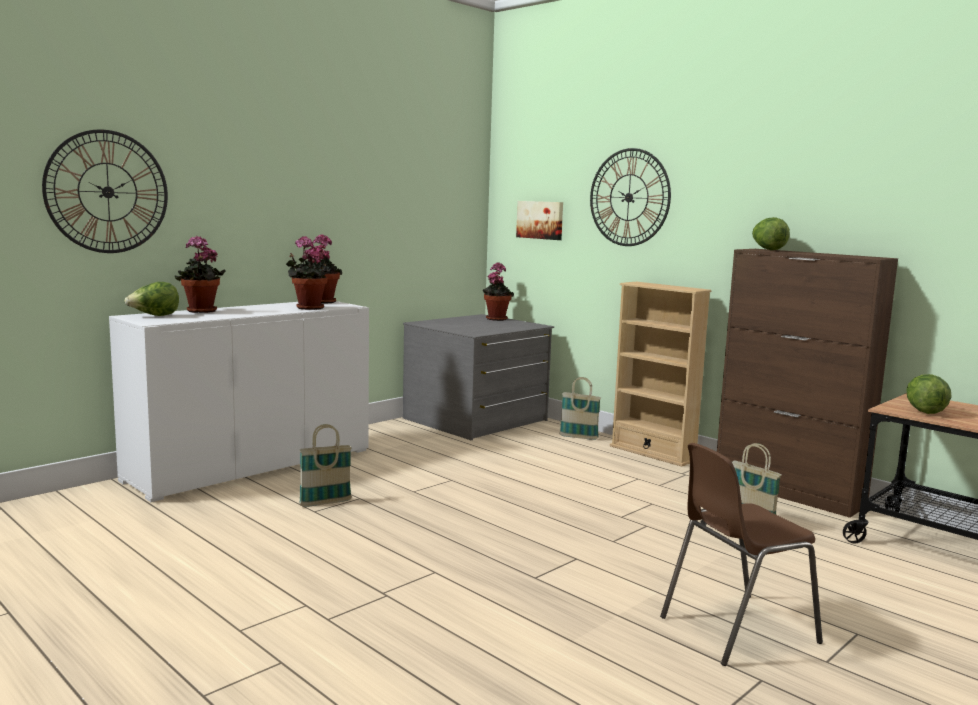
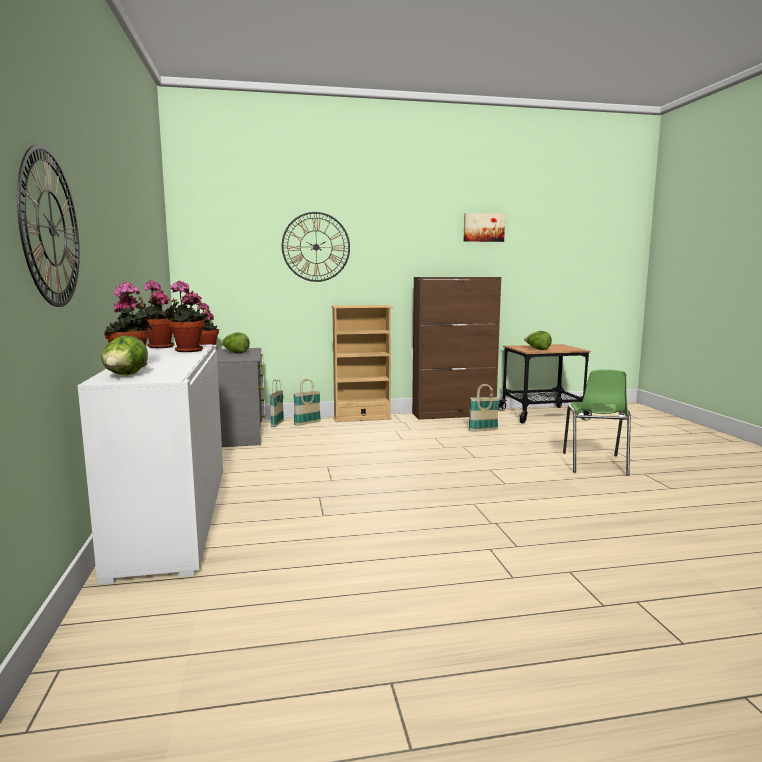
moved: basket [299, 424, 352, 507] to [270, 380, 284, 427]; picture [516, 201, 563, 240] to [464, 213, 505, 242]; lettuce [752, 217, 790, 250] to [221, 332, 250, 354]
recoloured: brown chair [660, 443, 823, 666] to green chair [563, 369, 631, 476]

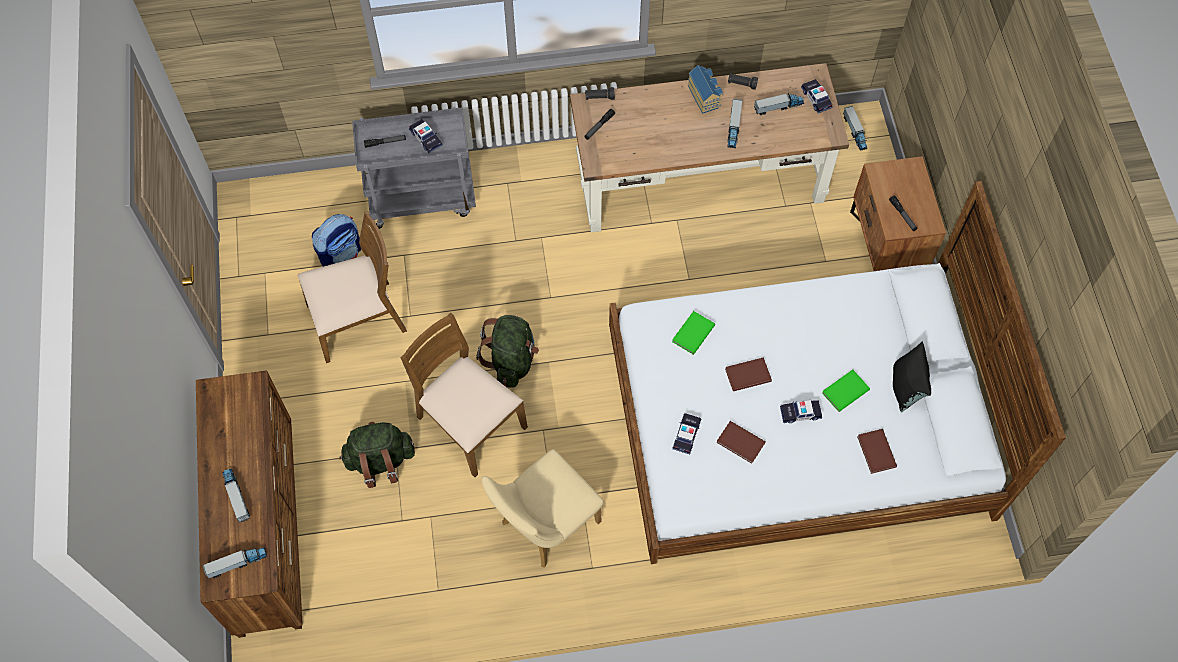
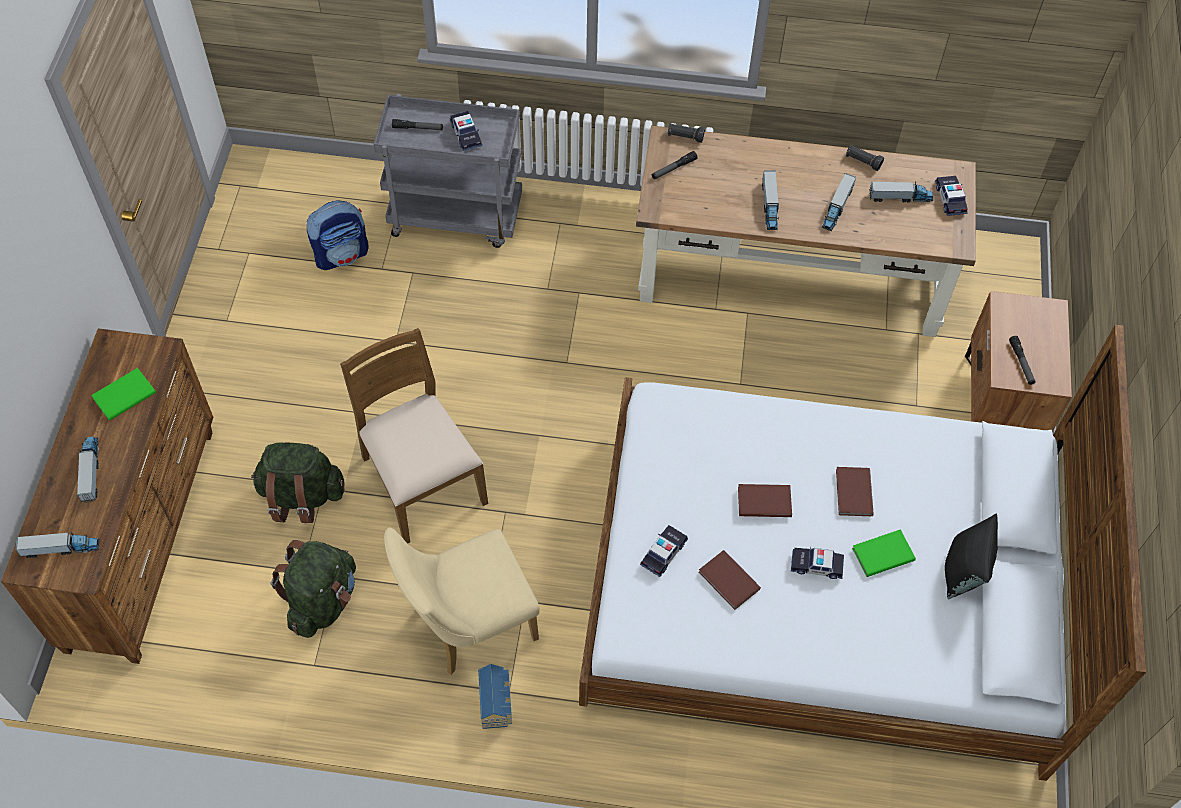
removed: brown chair [297, 211, 407, 363]
moved: green backpack [476, 315, 539, 388] to [271, 540, 356, 638]; green book [672, 311, 715, 355] to [91, 368, 156, 421]; toy house [688, 65, 723, 114] to [478, 664, 512, 729]; toy truck [843, 106, 867, 151] to [762, 171, 779, 230]; brown book [857, 429, 897, 474] to [836, 467, 874, 516]

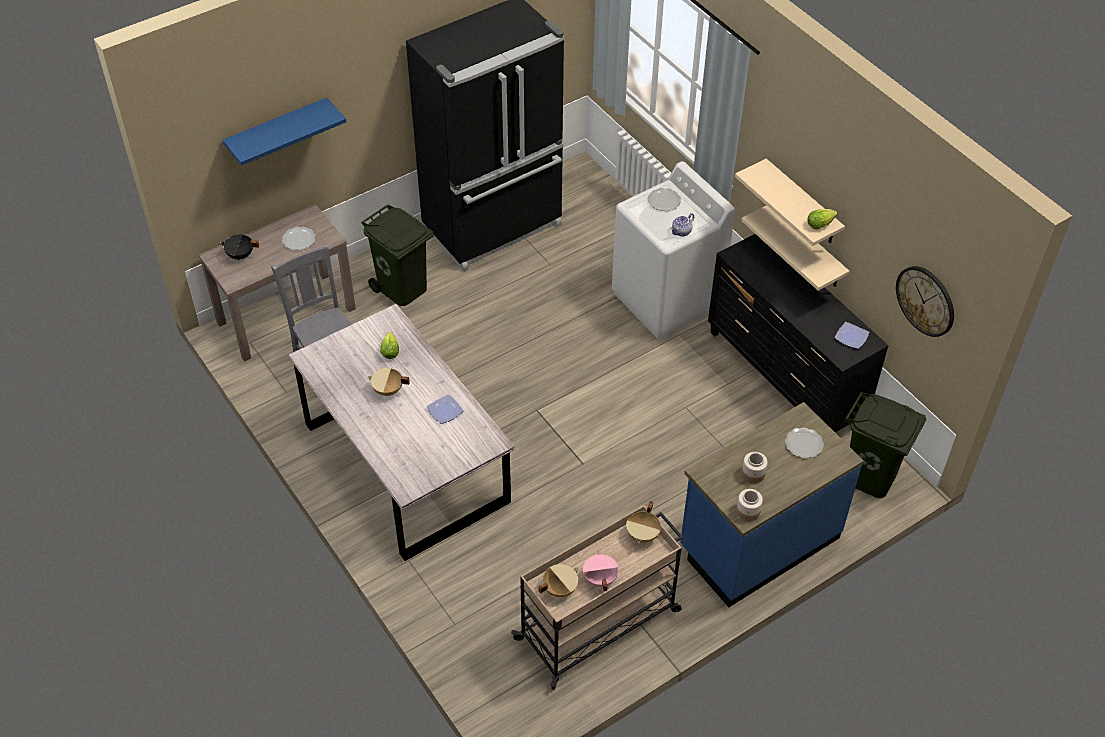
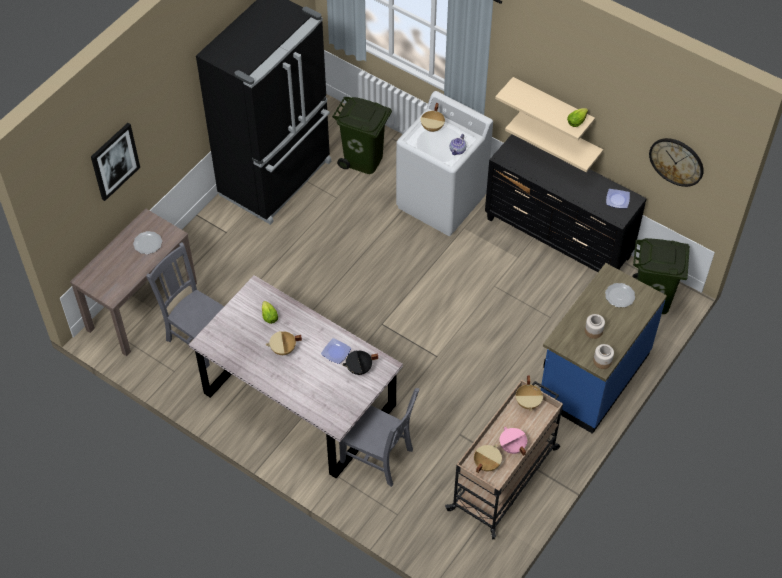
added: grey chair [339, 388, 419, 487]
moved: black cooking pot [220, 234, 259, 260] to [342, 351, 378, 375]; green trash can [361, 204, 434, 306] to [332, 97, 392, 174]
replaced: blue shelf [223, 98, 346, 166] to picture [91, 123, 140, 201]; plate [648, 188, 681, 211] to beige cooking pot [421, 103, 445, 132]

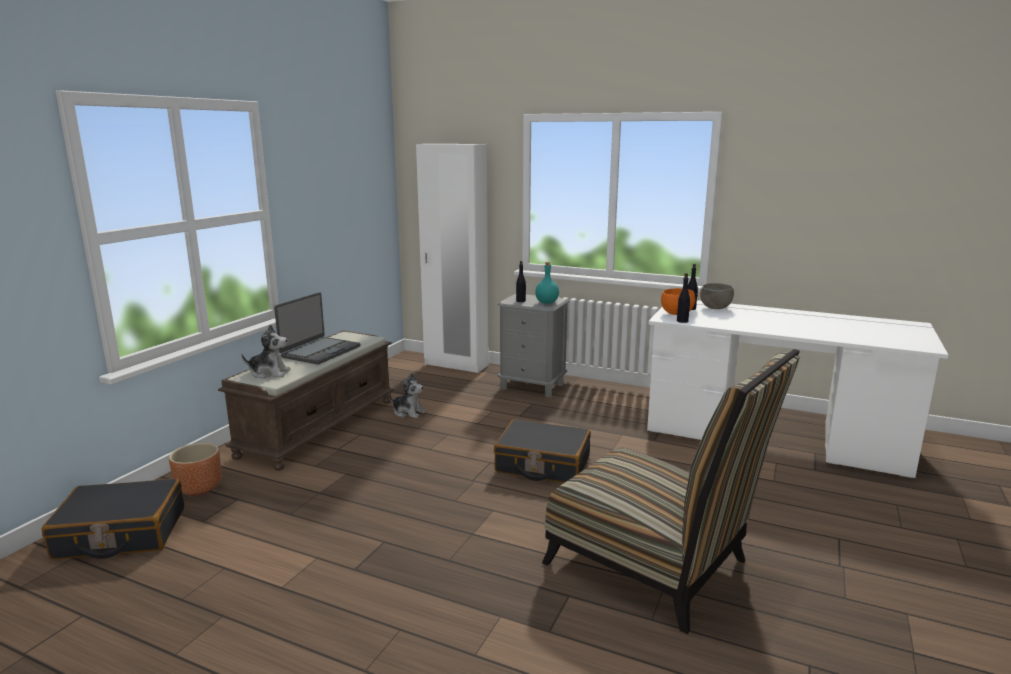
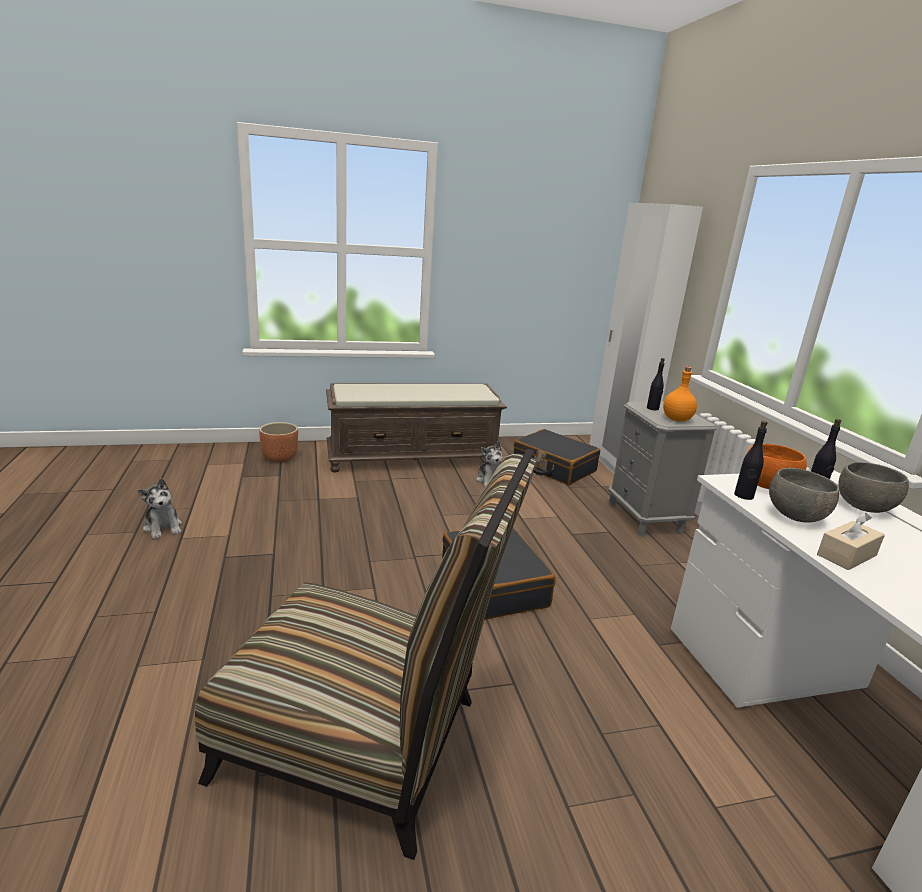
removed: laptop [274, 292, 361, 365]
added: grey bowl [769, 468, 839, 523]; beige tissue box [817, 513, 885, 570]
moved: black suitcase [42, 479, 184, 559] to [513, 429, 600, 485]; plush toy [242, 324, 291, 379] to [138, 478, 182, 539]
recoloured: turquoise bottle [535, 262, 559, 304] to orange bottle [663, 366, 697, 422]
turned: chair [542, 349, 800, 634] = [195, 449, 536, 860] 75 degrees counterclockwise

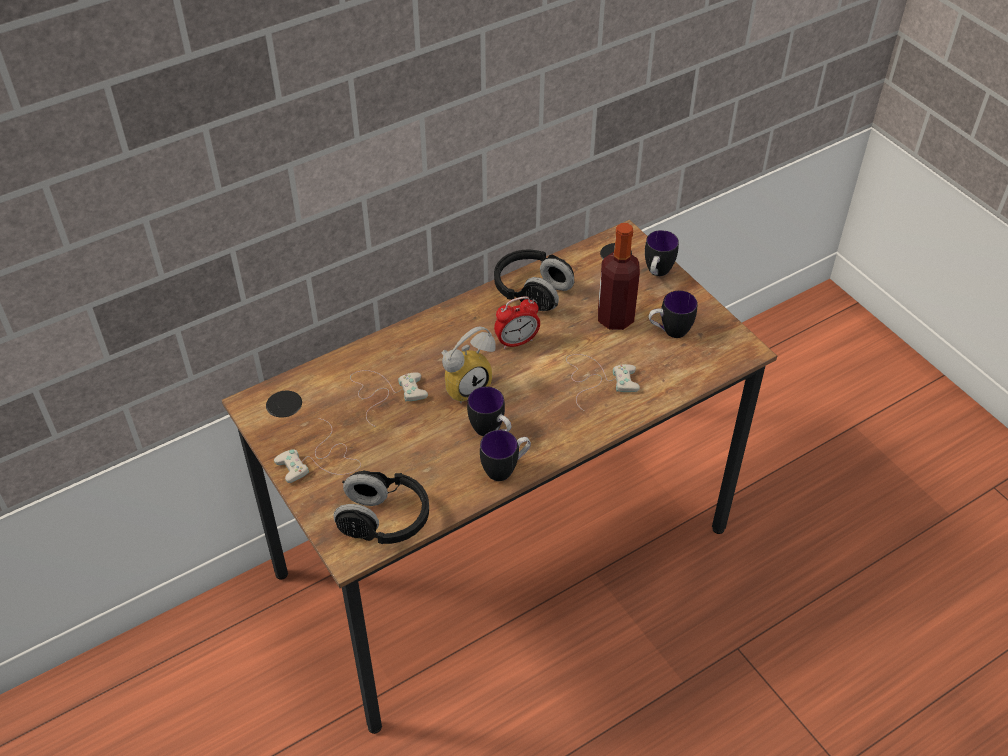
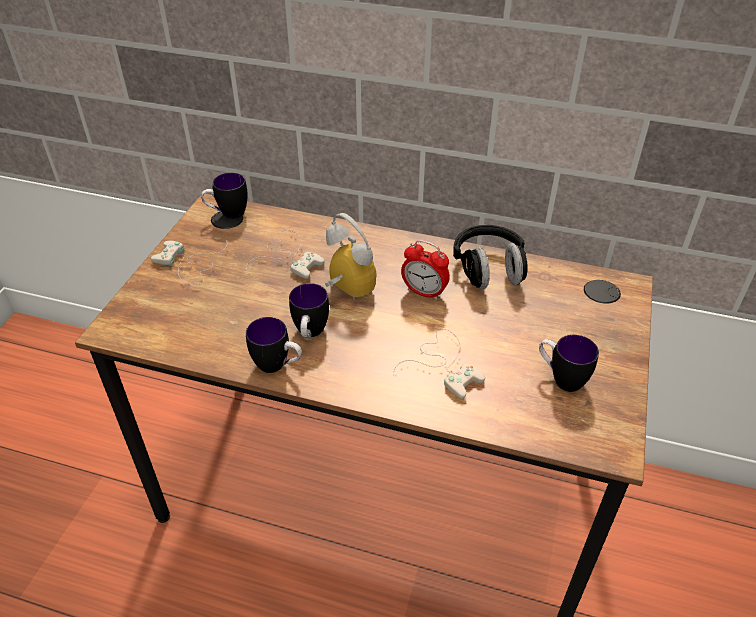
removed: black headphones [334, 470, 429, 544]; bottle [598, 223, 640, 330]
moved: mug [645, 230, 679, 276] to [201, 173, 247, 219]
turned: alarm clock [442, 326, 496, 403] = [325, 213, 376, 300] 150 degrees counterclockwise

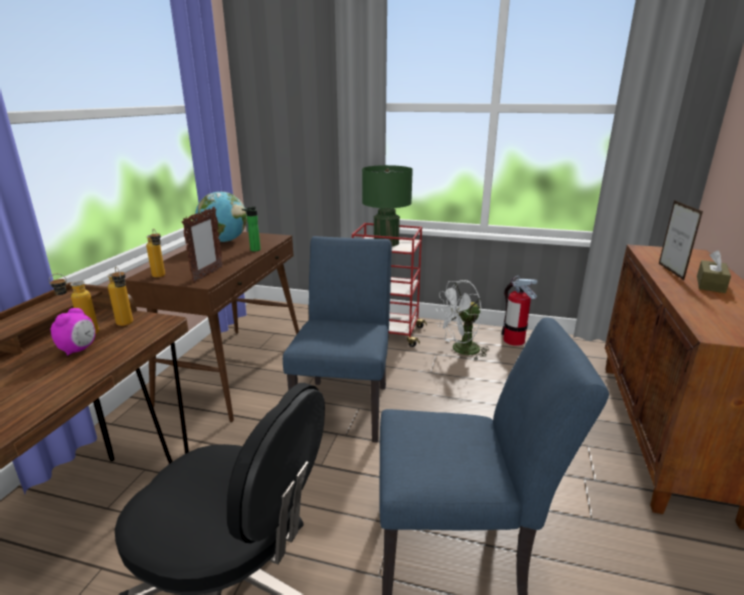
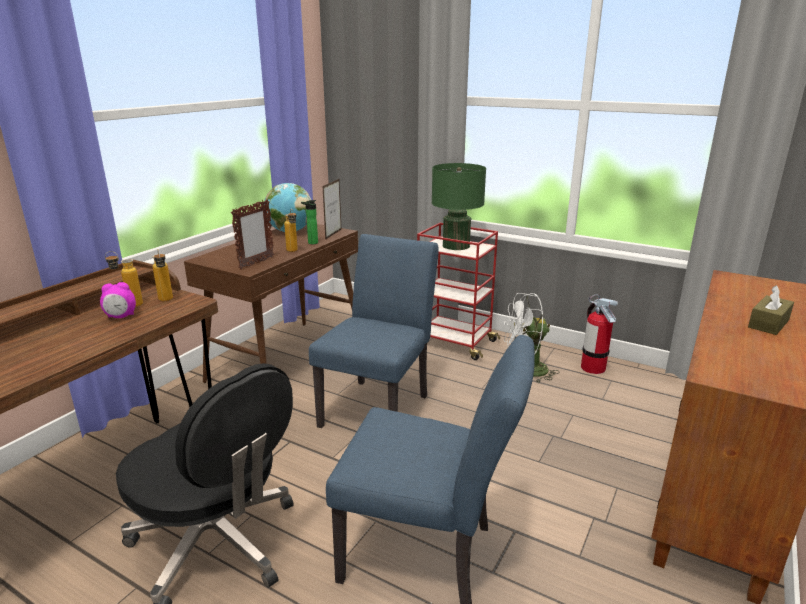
moved: bottle [146, 229, 165, 278] to [284, 210, 298, 252]; picture frame [658, 200, 703, 280] to [323, 179, 342, 240]
turned: alarm clock [51, 308, 95, 356] = [100, 282, 136, 318] 45 degrees clockwise

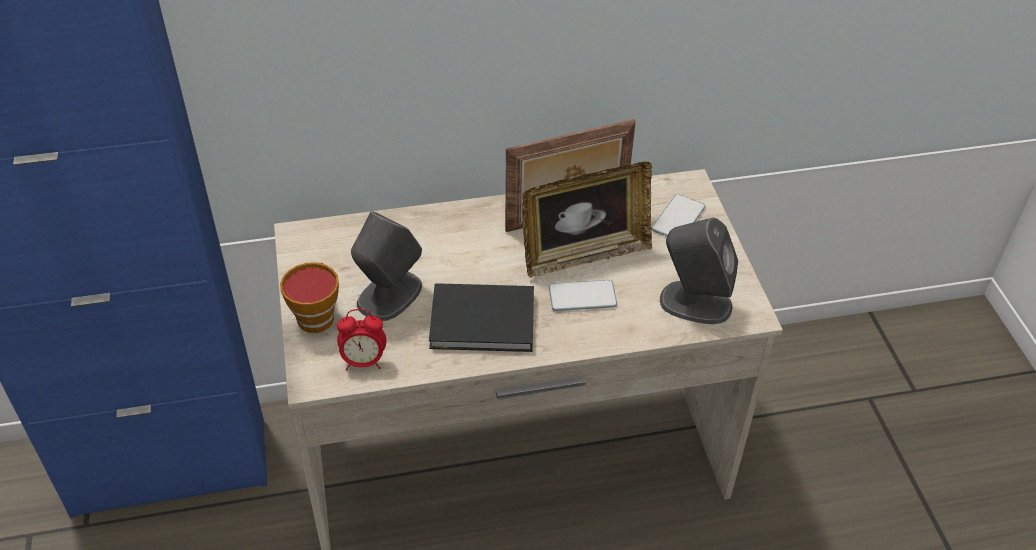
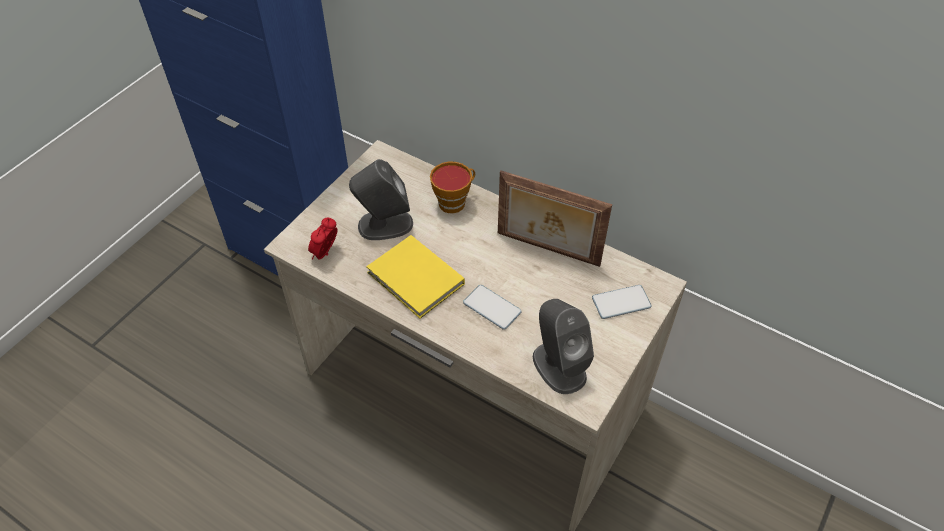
removed: picture frame [522, 162, 652, 278]
moved: cup [280, 262, 339, 333] to [430, 162, 475, 213]
recoloured: black book [429, 283, 534, 352] to yellow book [366, 235, 465, 319]
turned: alarm clock [337, 309, 386, 370] = [308, 217, 337, 260] 75 degrees clockwise

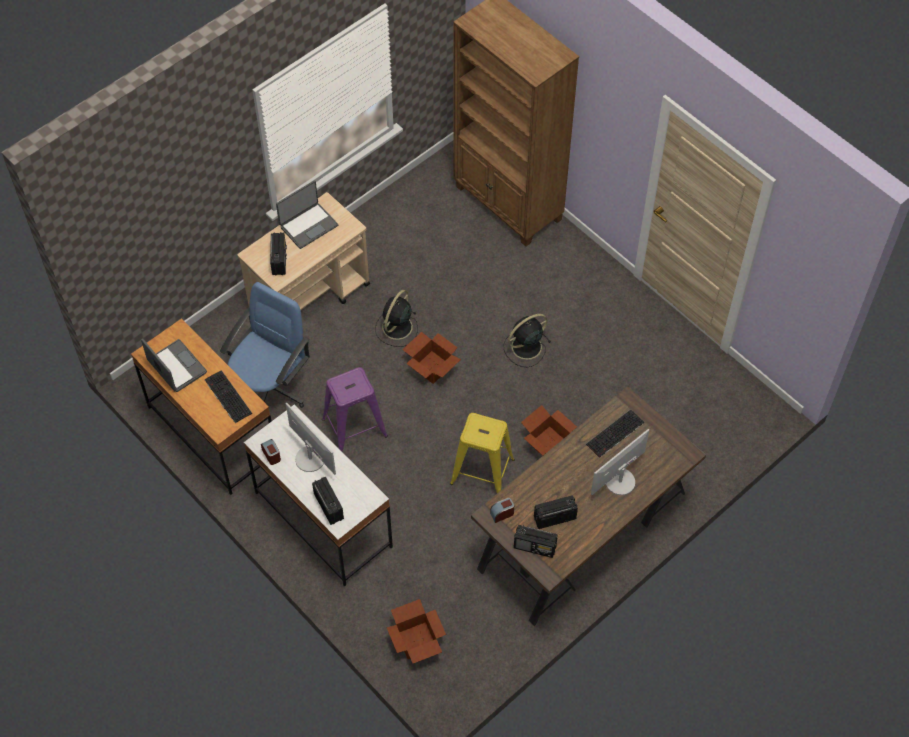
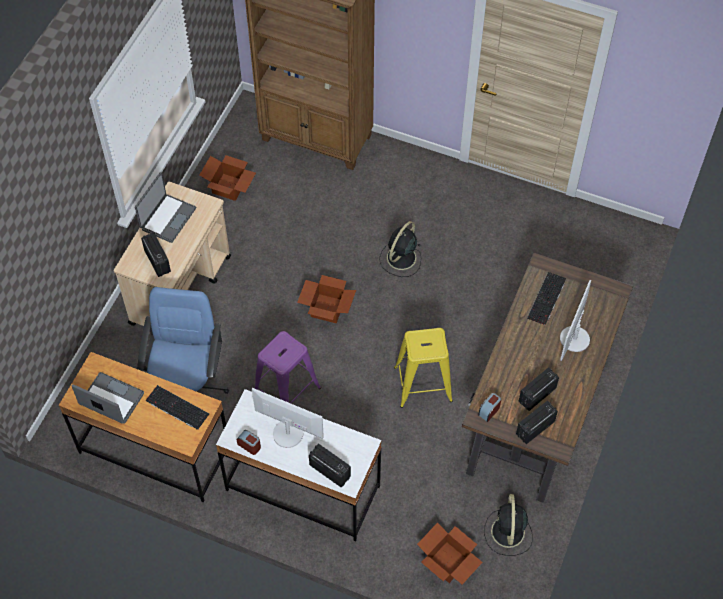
moved: black fan [375, 290, 418, 347] to [484, 494, 533, 556]; cardboard box [521, 405, 577, 456] to [199, 155, 256, 201]
turned: radio [514, 525, 558, 558] = [516, 401, 558, 444] 150 degrees clockwise

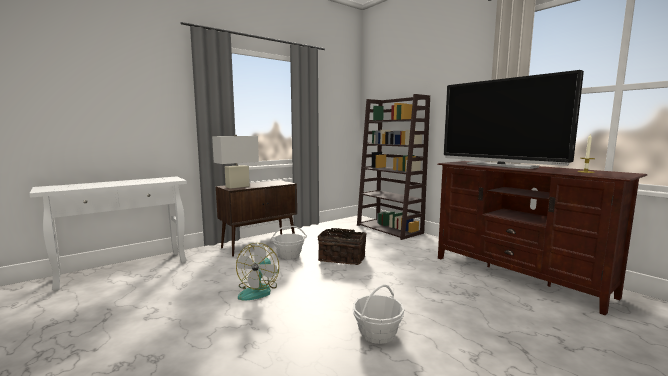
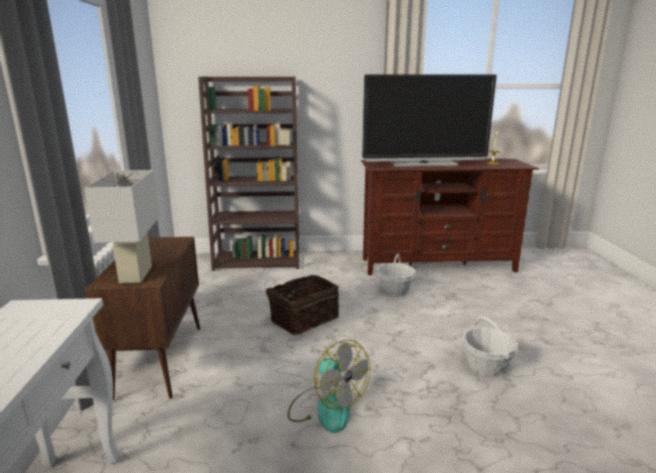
moved: basket [271, 226, 307, 259] to [376, 254, 416, 296]

